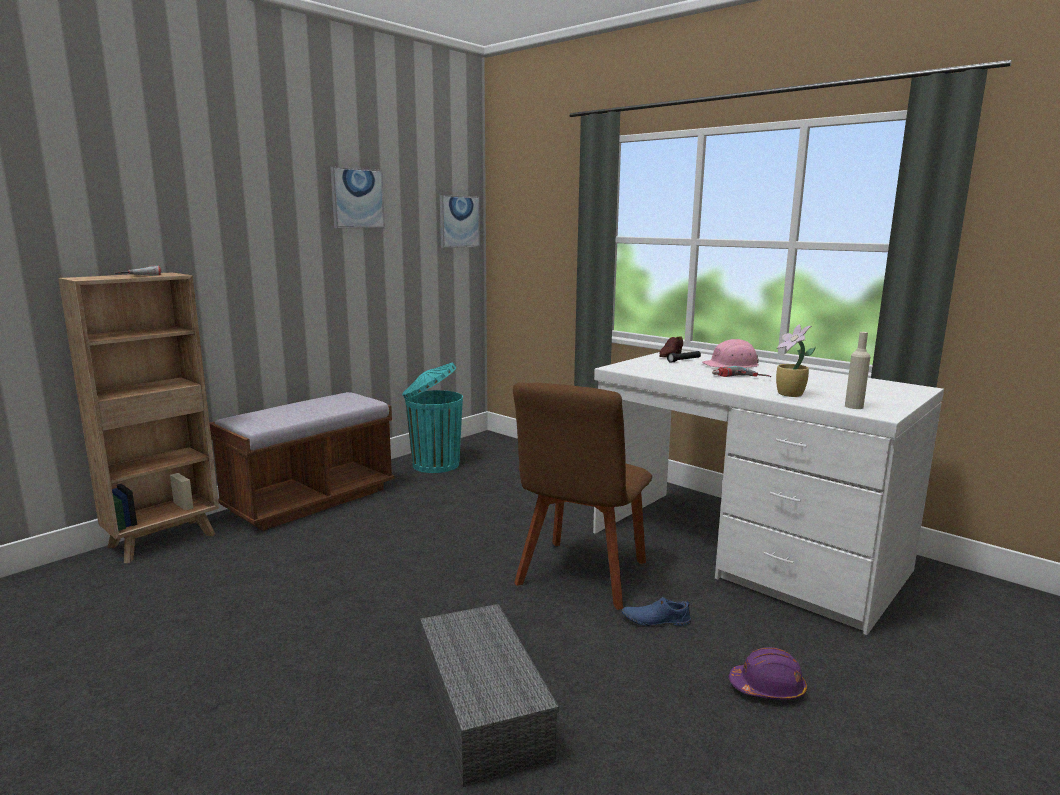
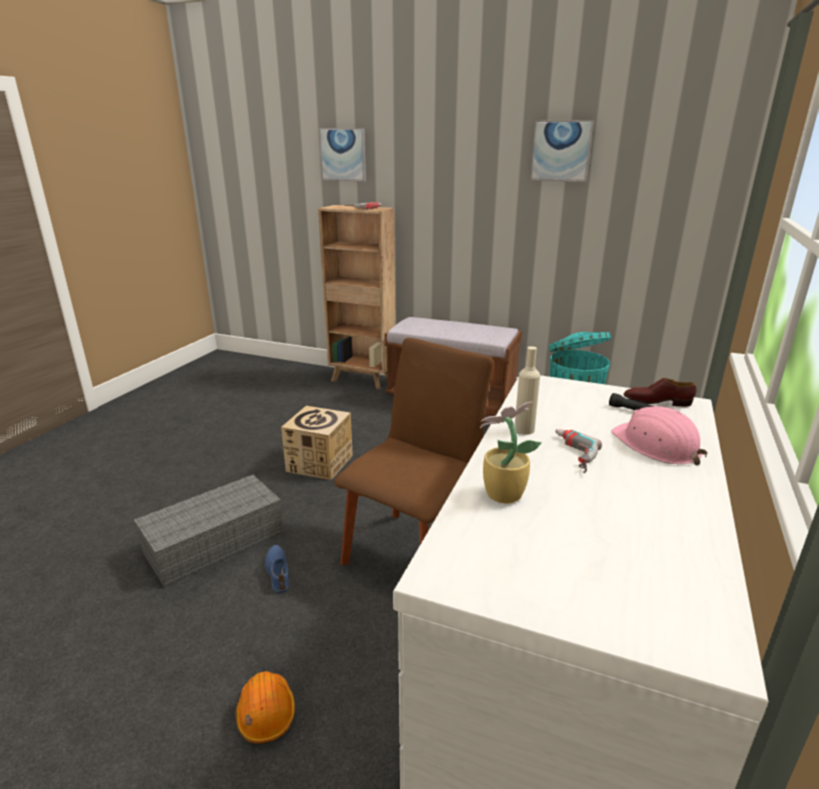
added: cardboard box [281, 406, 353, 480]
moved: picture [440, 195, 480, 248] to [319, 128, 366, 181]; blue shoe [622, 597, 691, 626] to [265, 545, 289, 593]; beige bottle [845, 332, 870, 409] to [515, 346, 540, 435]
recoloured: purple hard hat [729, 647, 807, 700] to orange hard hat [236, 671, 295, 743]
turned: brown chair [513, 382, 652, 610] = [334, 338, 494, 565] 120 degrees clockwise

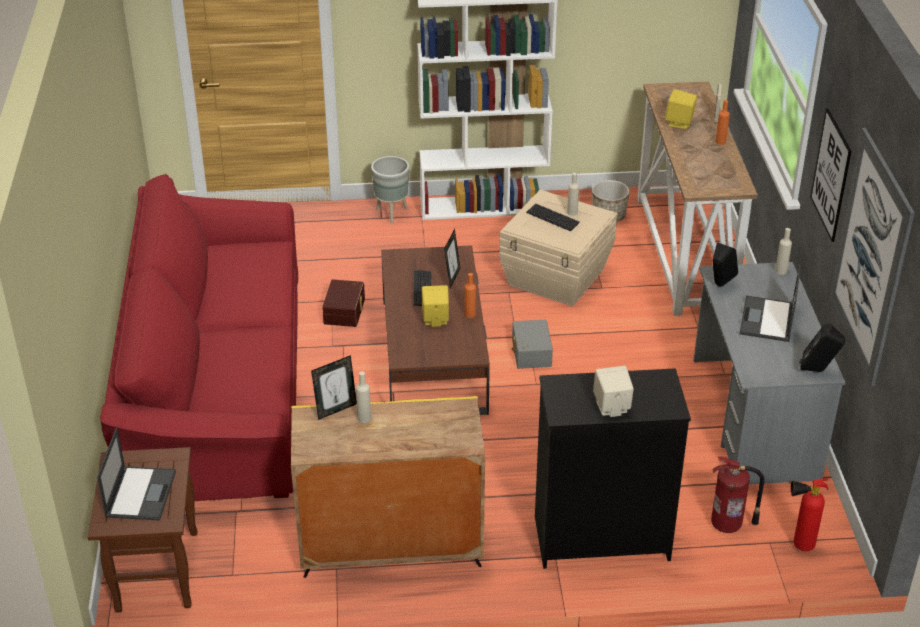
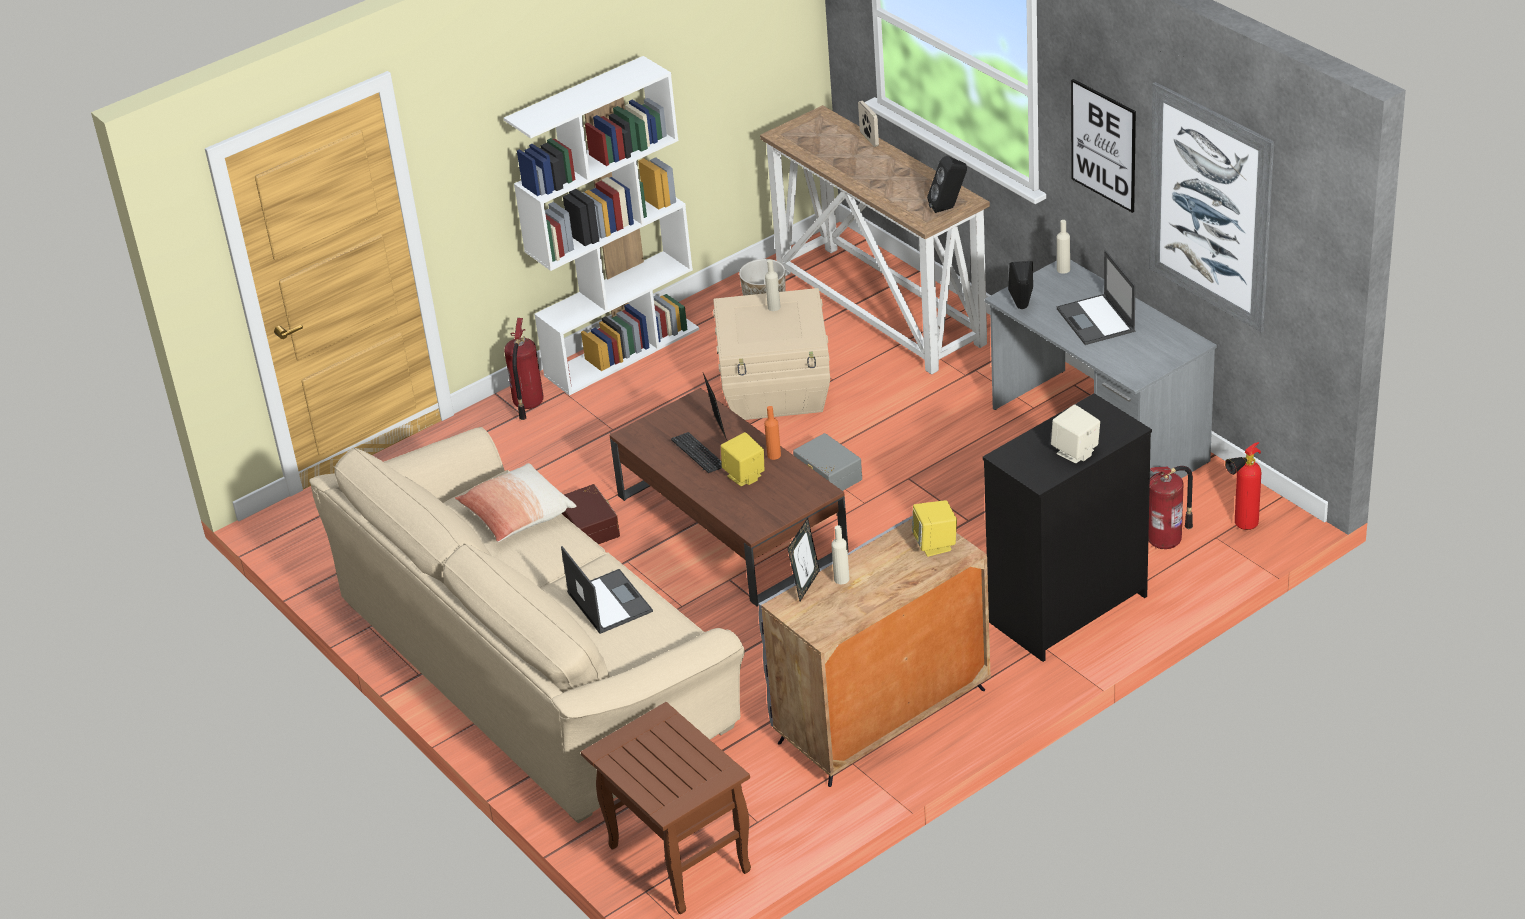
removed: keyboard [526, 204, 580, 231]; orange bottle [715, 100, 730, 145]
added: pillow [455, 463, 576, 542]
moved: laptop [97, 428, 176, 520] to [561, 546, 653, 634]; yellow speaker [665, 89, 697, 129] to [912, 500, 957, 557]; black speaker [799, 323, 845, 372] to [927, 156, 967, 213]
replaced: grey planter [371, 156, 409, 224] to fire extinguisher [504, 318, 544, 420]
recoloured: red sofa [100, 174, 298, 501] to beige sofa [309, 427, 745, 823]; yellow cabinet [291, 396, 485, 578] to grey cabinet [759, 516, 991, 787]

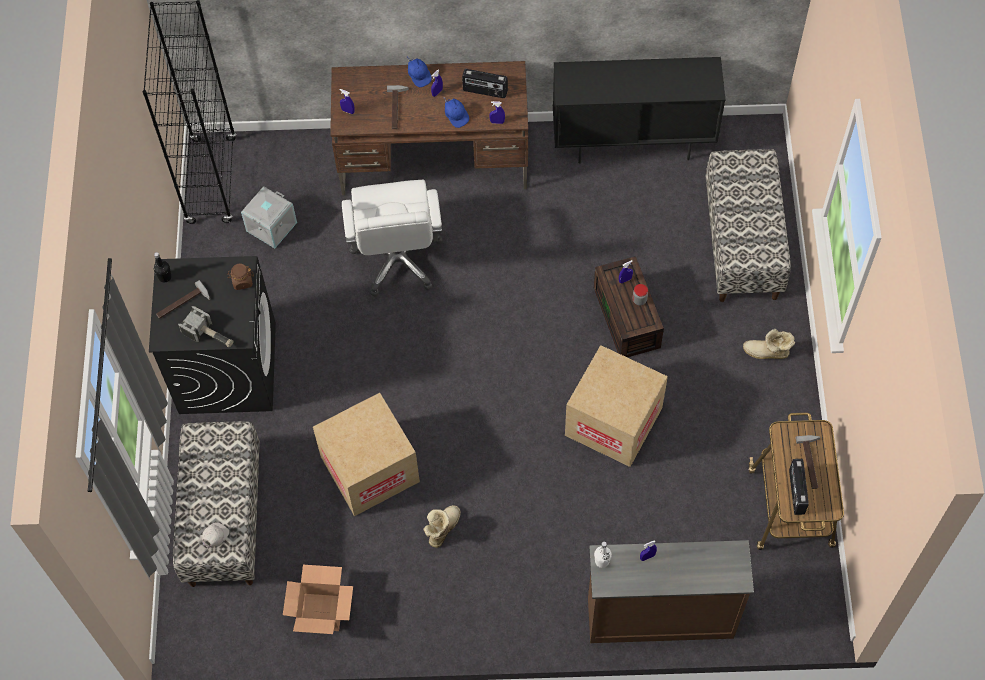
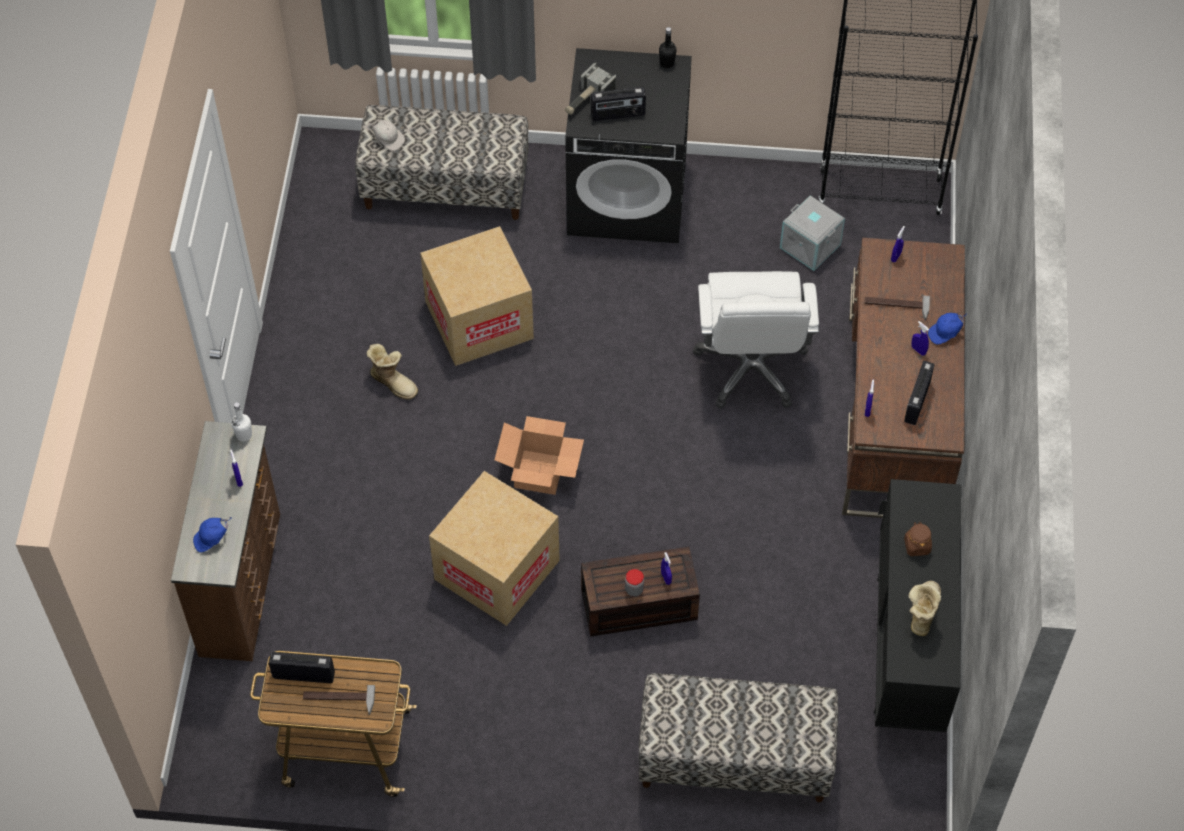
removed: hammer [156, 280, 210, 319]
added: radio [591, 87, 646, 121]
moved: brown jar [227, 264, 254, 290] to [904, 522, 932, 556]; cardboard box [283, 565, 353, 634] to [495, 416, 584, 495]; blue cap [443, 97, 469, 128] to [193, 517, 231, 552]; boot [743, 329, 795, 359] to [909, 581, 941, 636]
turned: white office chair [342, 180, 443, 297] = [693, 271, 819, 408] 90 degrees counterclockwise

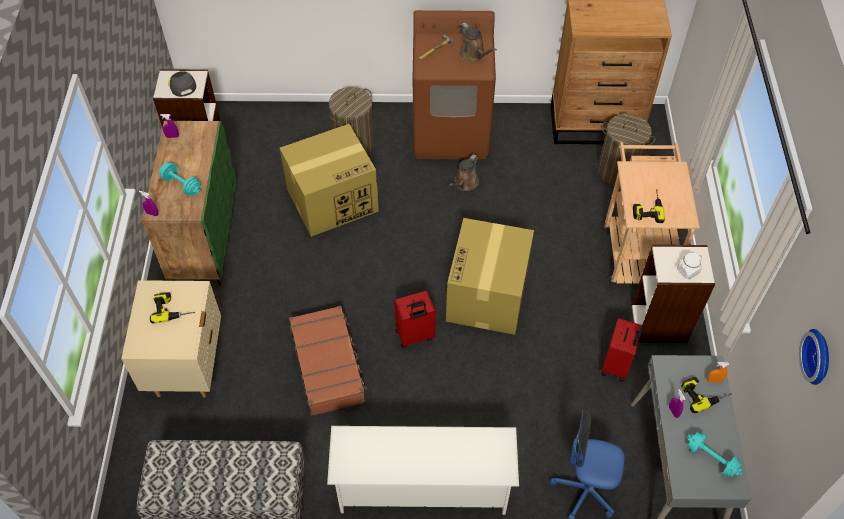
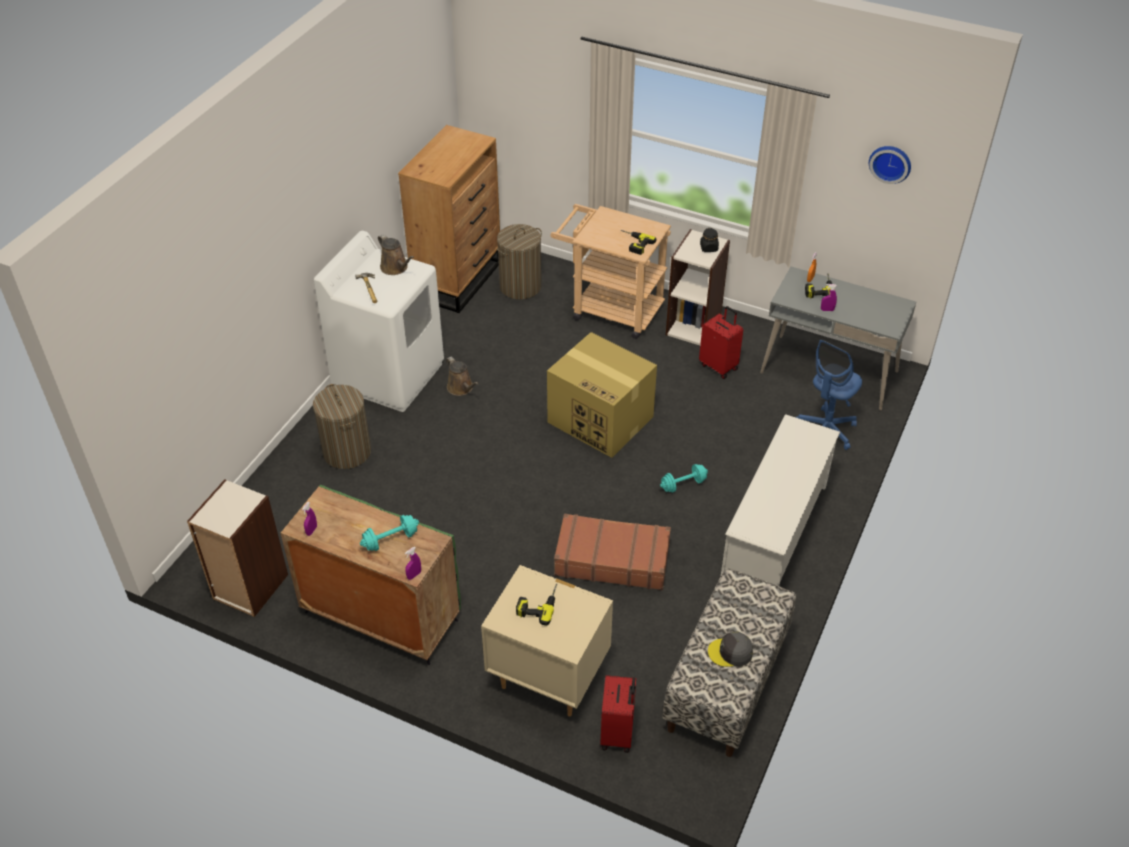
removed: cardboard box [280, 124, 379, 237]
moved: grey cap [168, 71, 196, 97] to [708, 632, 753, 667]; red suitcase [394, 291, 436, 348] to [600, 675, 636, 753]; turquoise dumbbell [687, 432, 742, 478] to [660, 464, 708, 492]
recoloured: brown washing machine [413, 10, 496, 159] to white washing machine [314, 231, 444, 412]; white jar [677, 253, 702, 279] to black jar [700, 228, 719, 252]
turned: brown watering can [459, 23, 497, 62] = [378, 234, 414, 275] 60 degrees clockwise

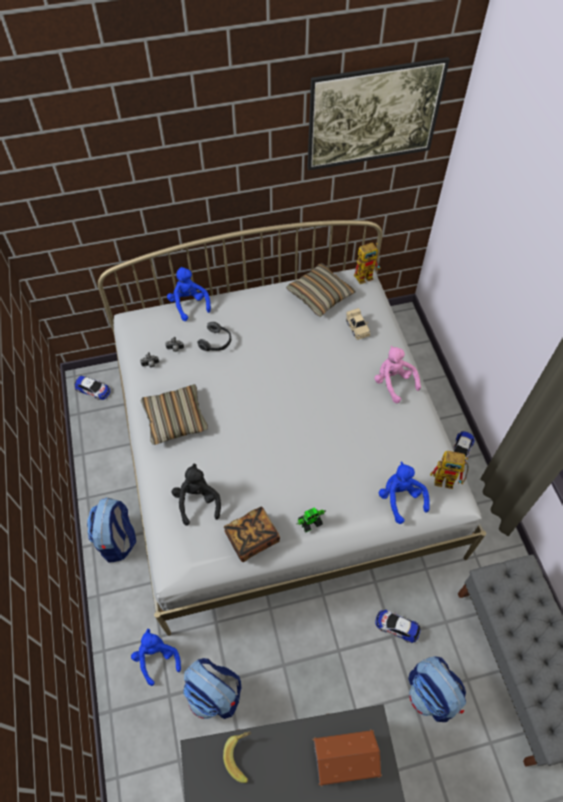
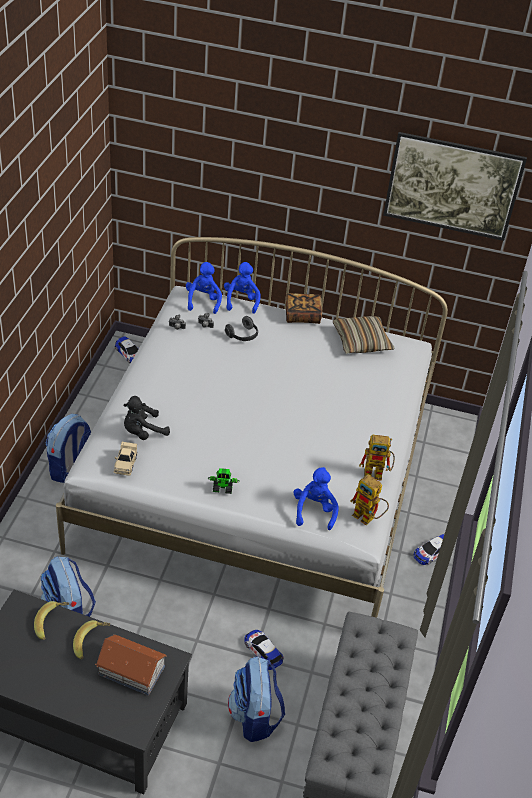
removed: pillow [140, 384, 208, 445]; pink plush toy [374, 346, 421, 403]
added: banana [73, 620, 110, 659]
moved: blue plush toy [131, 629, 181, 686] to [186, 262, 222, 314]; book [224, 507, 280, 562] to [286, 293, 322, 324]; beige toy car [346, 308, 370, 340] to [114, 442, 137, 476]; toy robot [354, 243, 381, 284] to [359, 435, 395, 481]
turned: black plush toy [172, 464, 221, 526] = [124, 396, 170, 440] 135 degrees counterclockwise

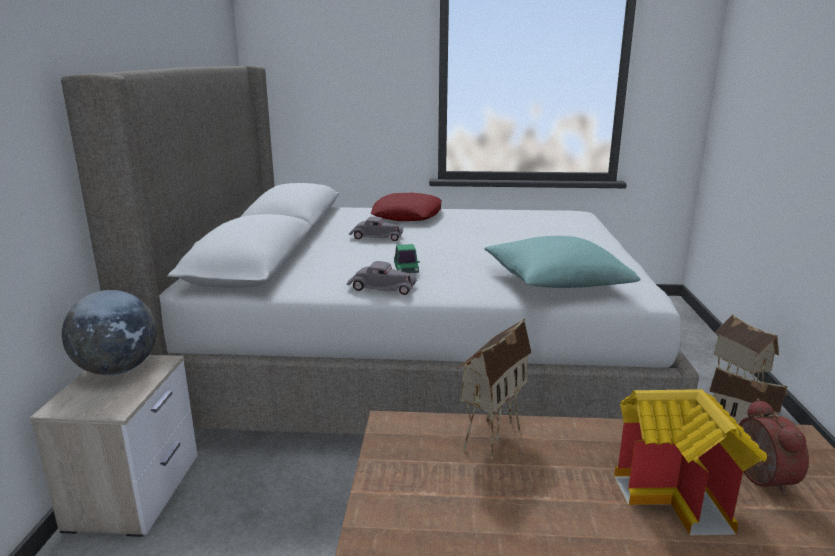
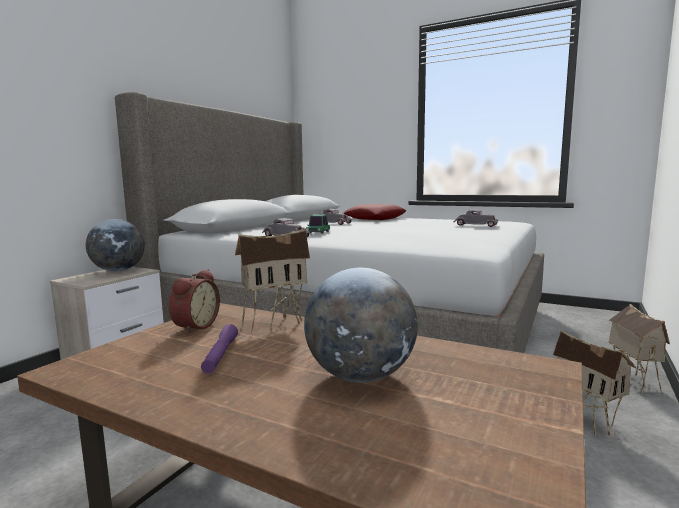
removed: turquoise pillow [484, 236, 641, 288]
added: purple flashlight [201, 324, 238, 374]; grey toy car [453, 209, 499, 227]
moved: alarm clock [739, 398, 809, 496] to [169, 269, 220, 334]
replaced: toy house [614, 389, 767, 535] to globe [304, 268, 418, 383]

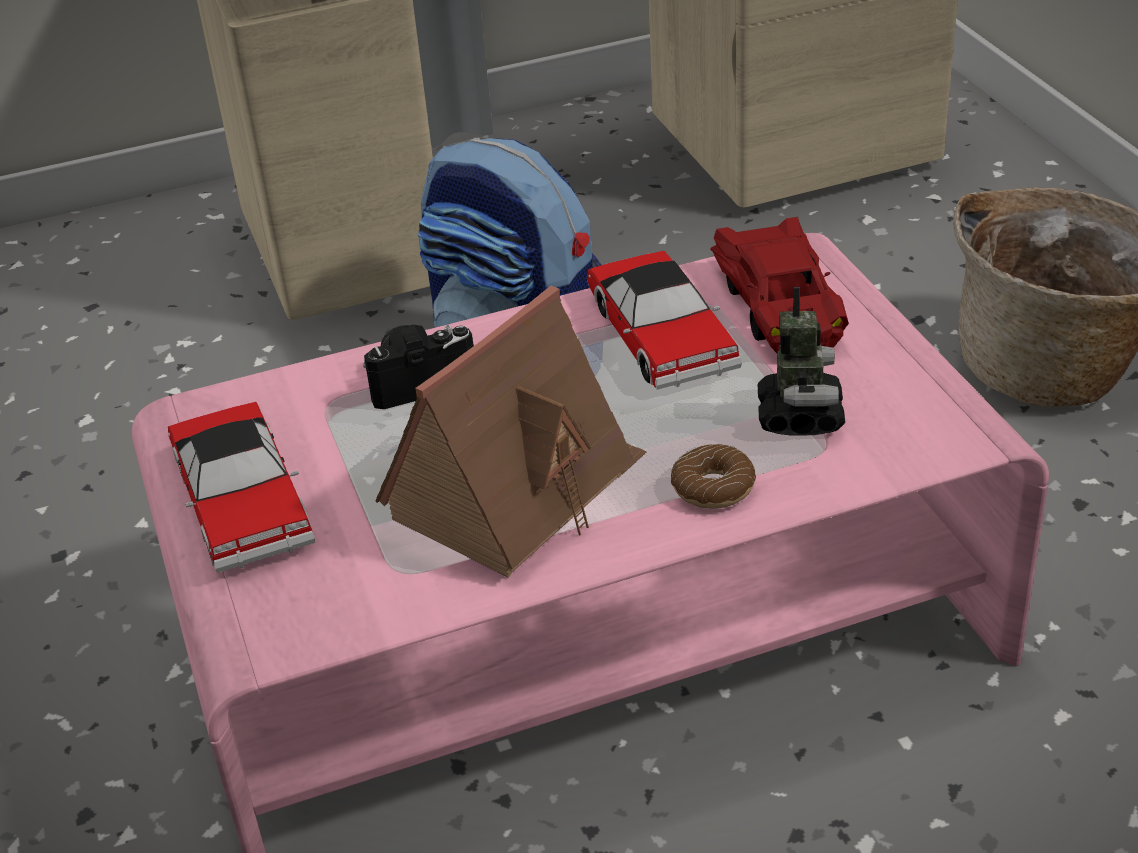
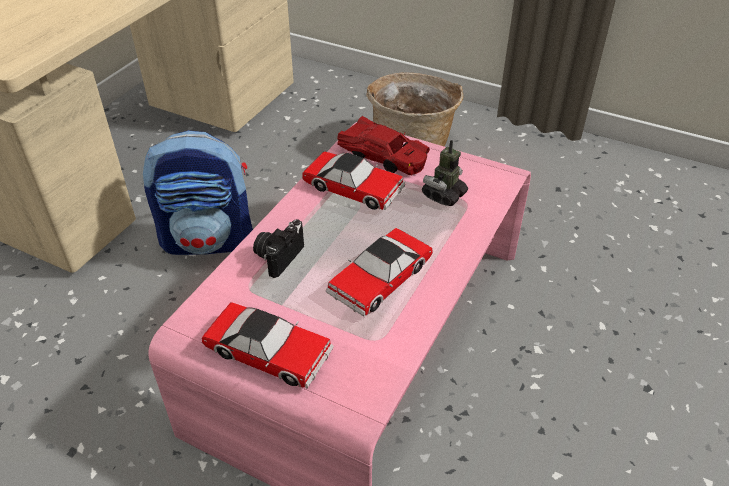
removed: donut [671, 444, 756, 509]
replaced: toy house [375, 286, 647, 577] to toy car [326, 228, 433, 317]
turned: toy robot [757, 287, 845, 435] = [422, 140, 468, 206] 105 degrees counterclockwise

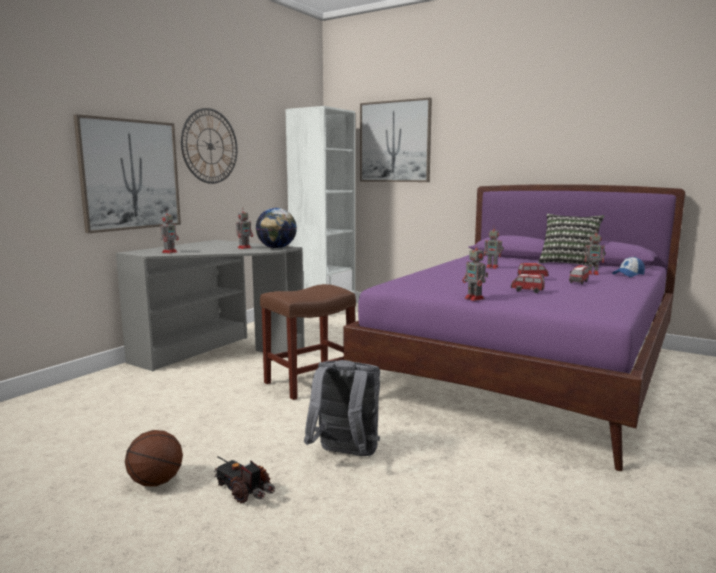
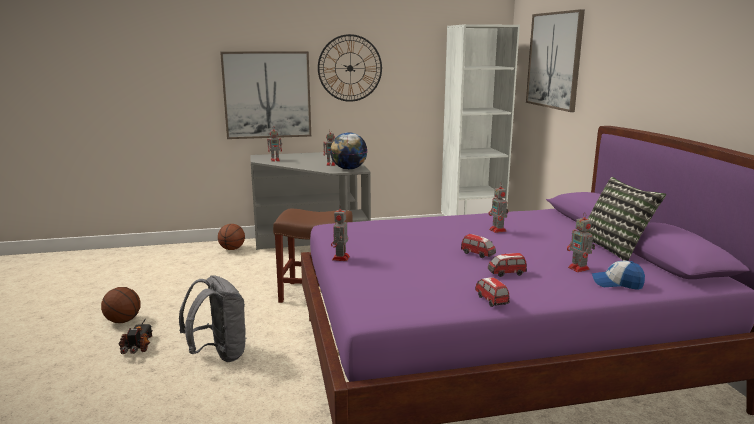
added: basketball [218, 224, 245, 250]
moved: toy car [511, 274, 545, 293] to [475, 277, 510, 307]

